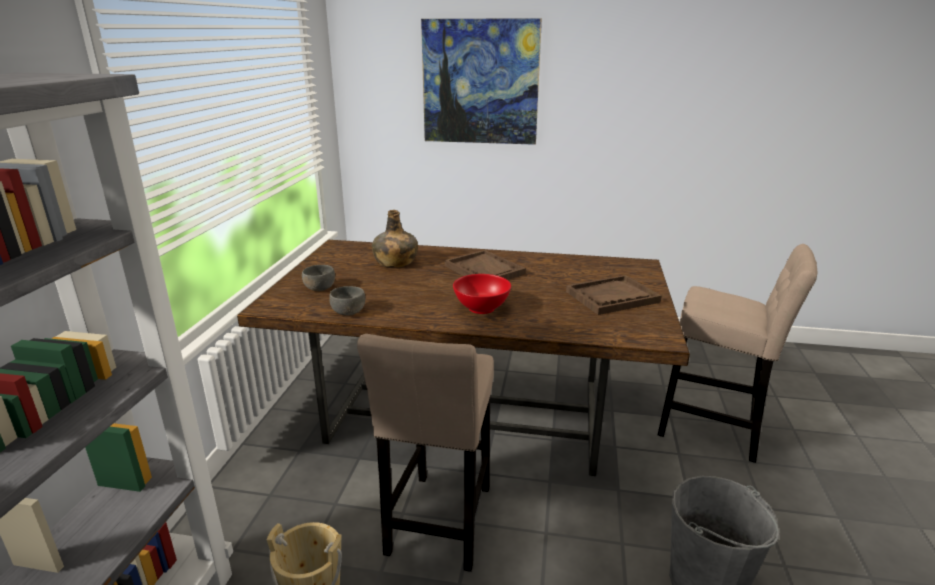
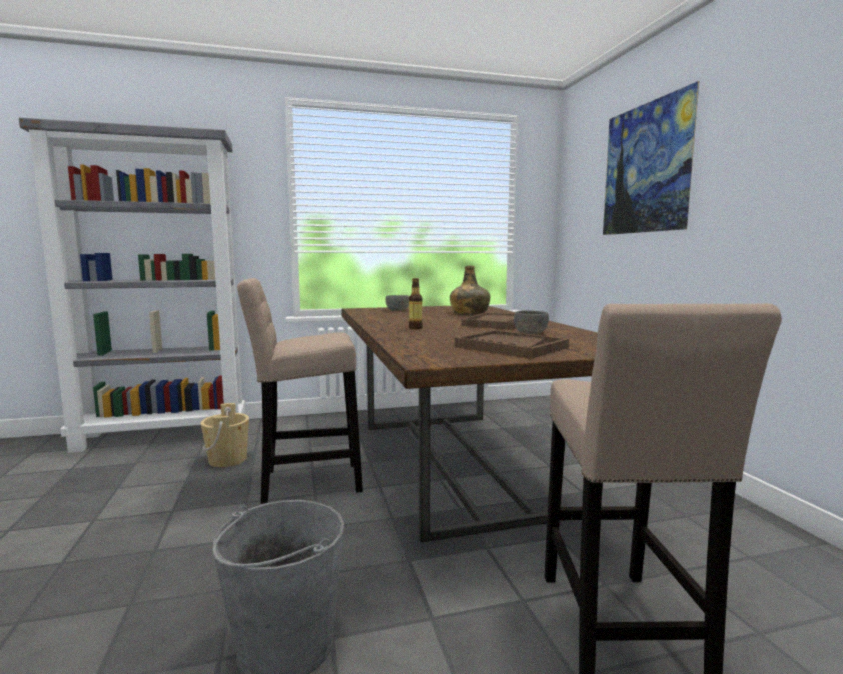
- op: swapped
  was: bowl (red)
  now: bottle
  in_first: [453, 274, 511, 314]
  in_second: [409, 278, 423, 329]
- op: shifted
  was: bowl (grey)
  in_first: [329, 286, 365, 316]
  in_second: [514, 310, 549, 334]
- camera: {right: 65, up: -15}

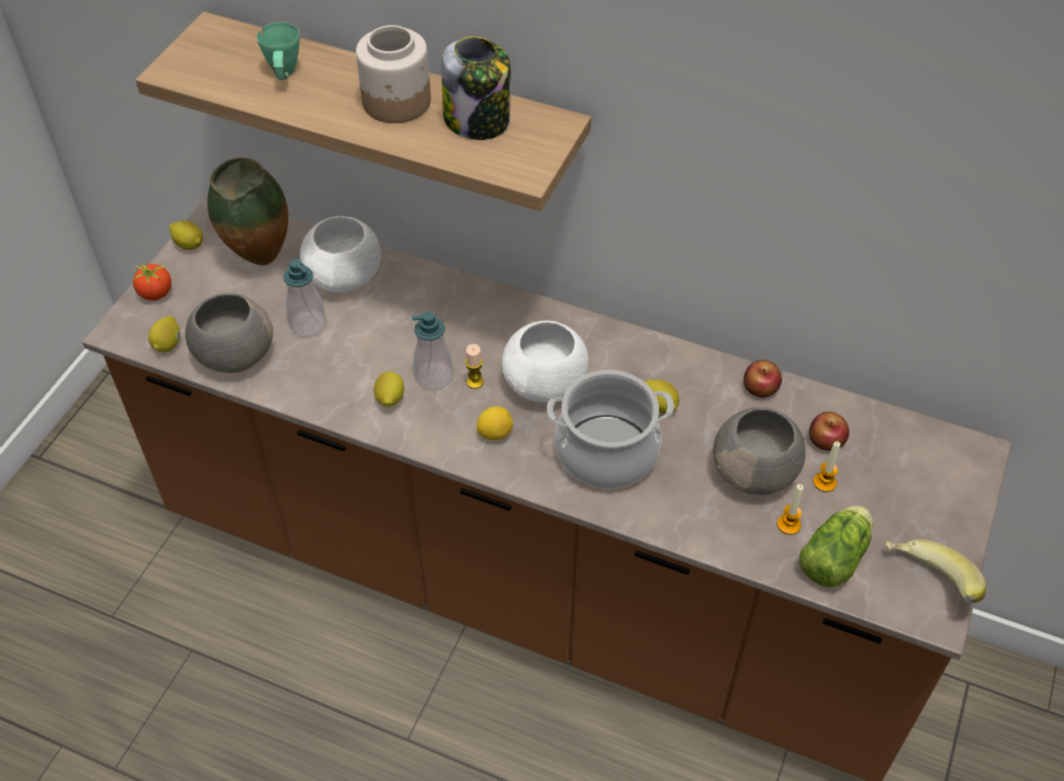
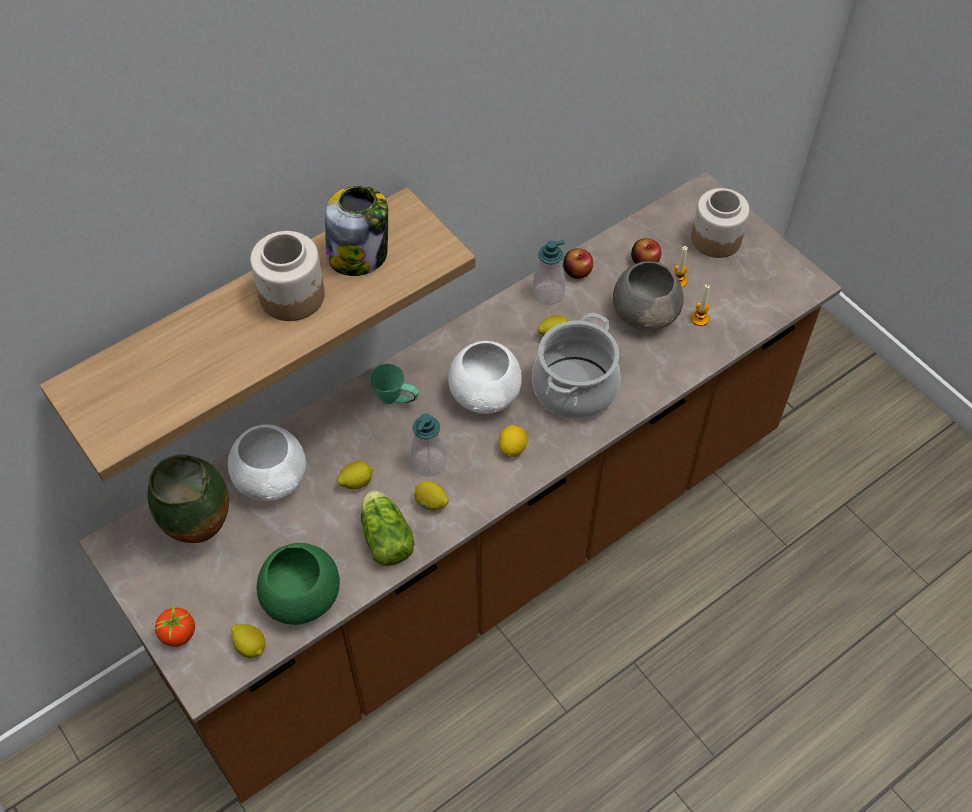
- op: repainted
  was: bowl (grey)
  now: bowl (green)
  in_first: [185, 293, 273, 373]
  in_second: [257, 543, 340, 625]
- op: shifted
  was: lemon
  in_first: [169, 221, 203, 250]
  in_second: [337, 461, 373, 489]
- op: shifted
  was: lettuce
  in_first: [799, 506, 873, 588]
  in_second: [361, 490, 414, 566]
- op: shifted
  was: mug (green)
  in_first: [257, 22, 300, 80]
  in_second: [370, 364, 419, 404]
- op: shifted
  was: soap dispenser
  in_first: [283, 259, 327, 337]
  in_second: [532, 240, 565, 305]
- op: new
  now: jar
  in_second: [691, 188, 749, 258]
- op: gone
  was: candle
  in_first: [465, 344, 484, 389]
- op: gone
  was: banana
  in_first: [885, 539, 986, 603]
- camera: {right: -60, up: 5}

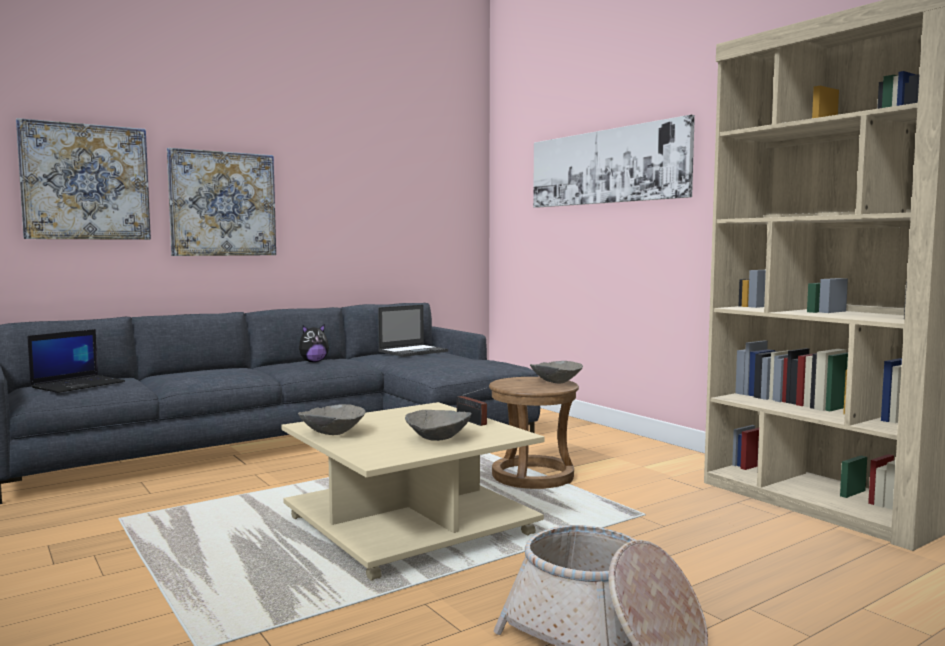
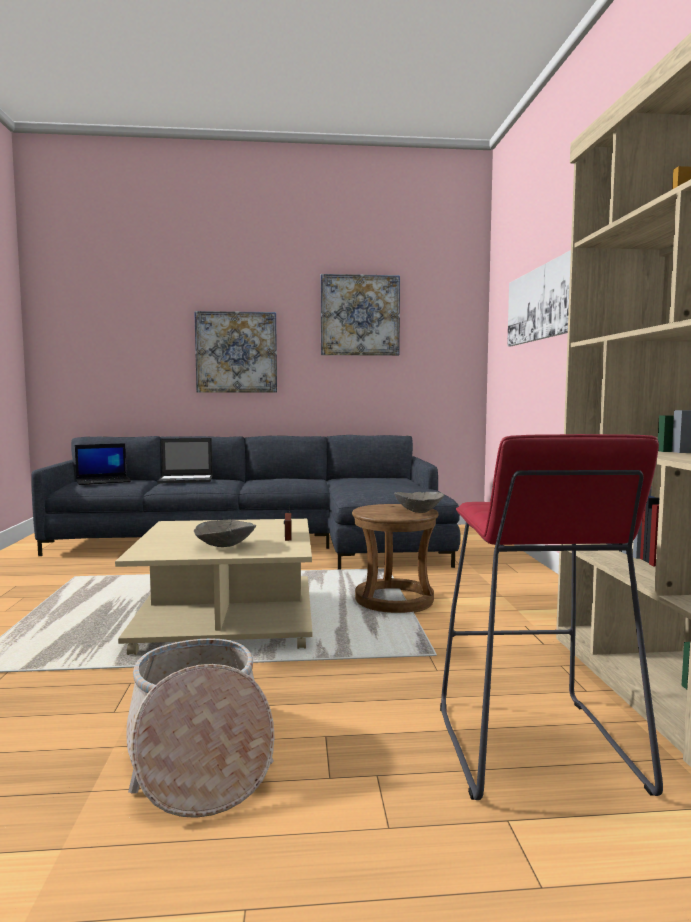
- op: shifted
  was: laptop
  in_first: [378, 305, 448, 357]
  in_second: [157, 438, 213, 483]
- op: shifted
  was: picture
  in_first: [16, 118, 151, 240]
  in_second: [321, 274, 400, 356]
- op: new
  now: stool (red)
  in_second: [440, 434, 663, 800]
- op: gone
  was: bowl (grey)
  in_first: [298, 404, 365, 435]
- op: gone
  was: plush toy
  in_first: [299, 325, 329, 362]
- camera: {right: 30, up: 0}

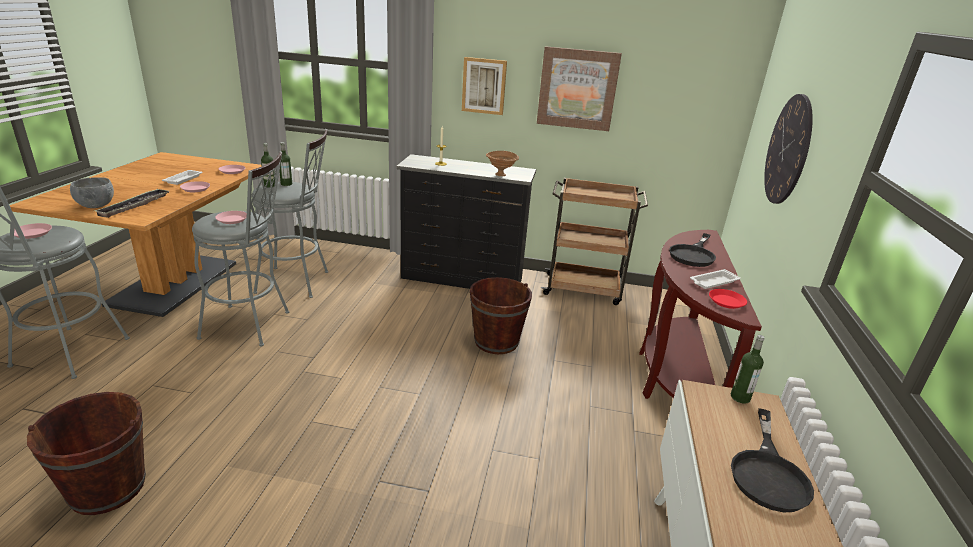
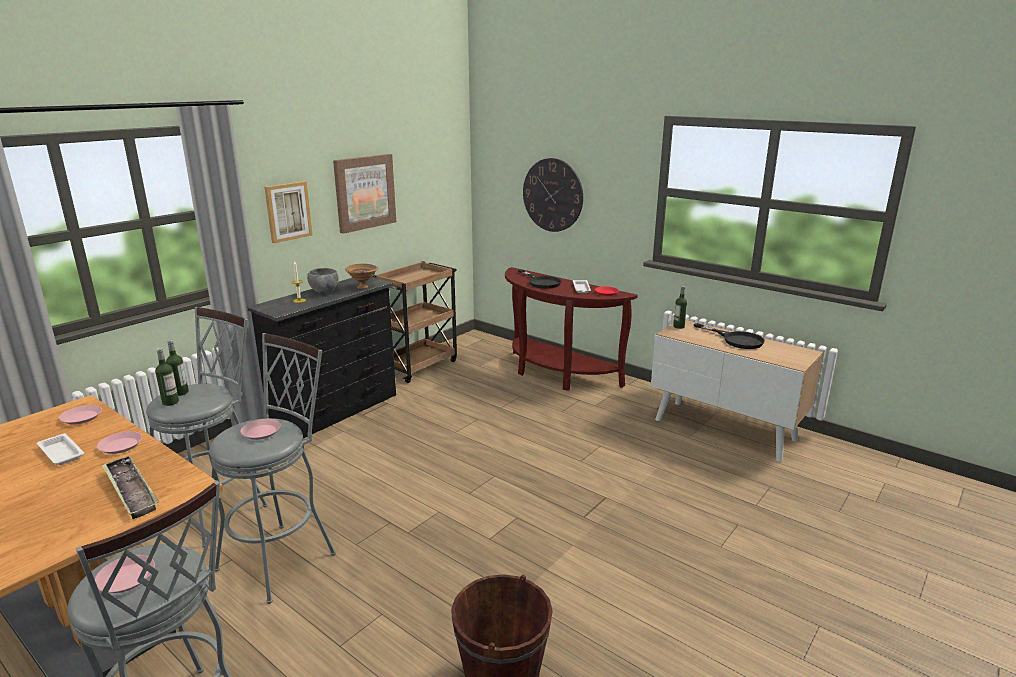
- op: shifted
  was: bowl (grey)
  in_first: [70, 177, 114, 208]
  in_second: [307, 268, 338, 294]
- op: gone
  was: bucket (brown)
  in_first: [470, 277, 532, 354]
- camera: {right: -60, up: -5}

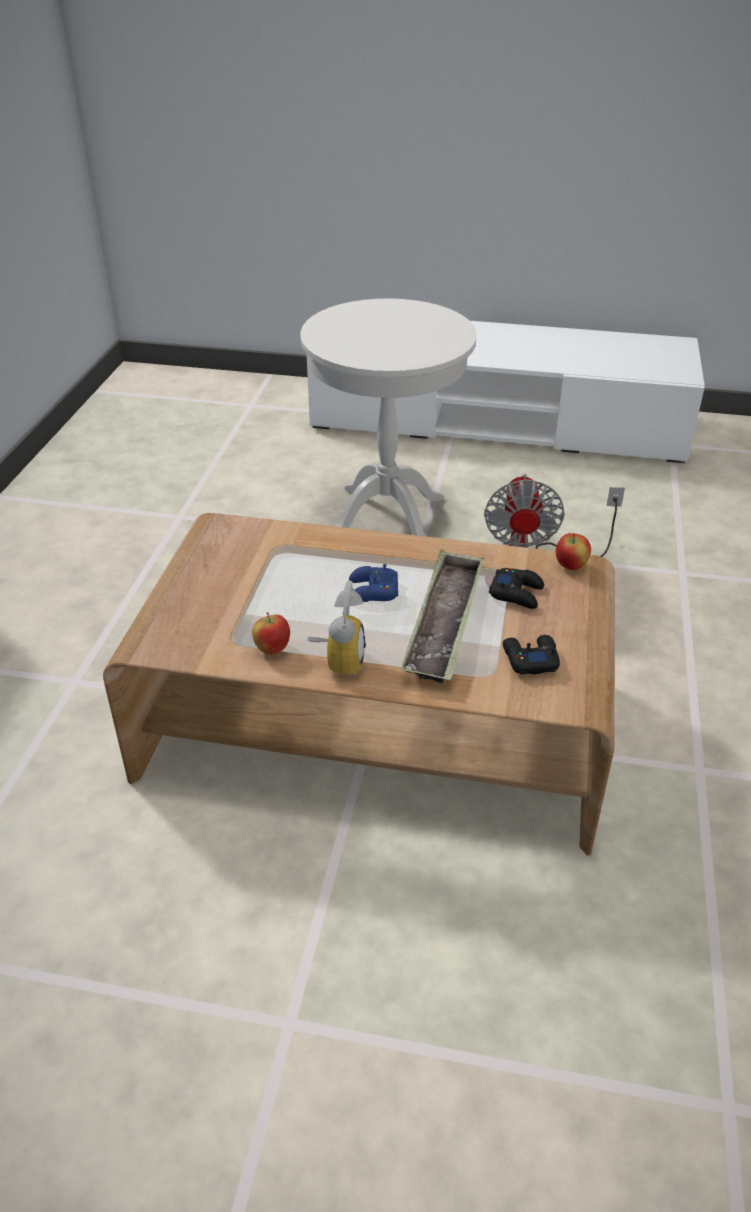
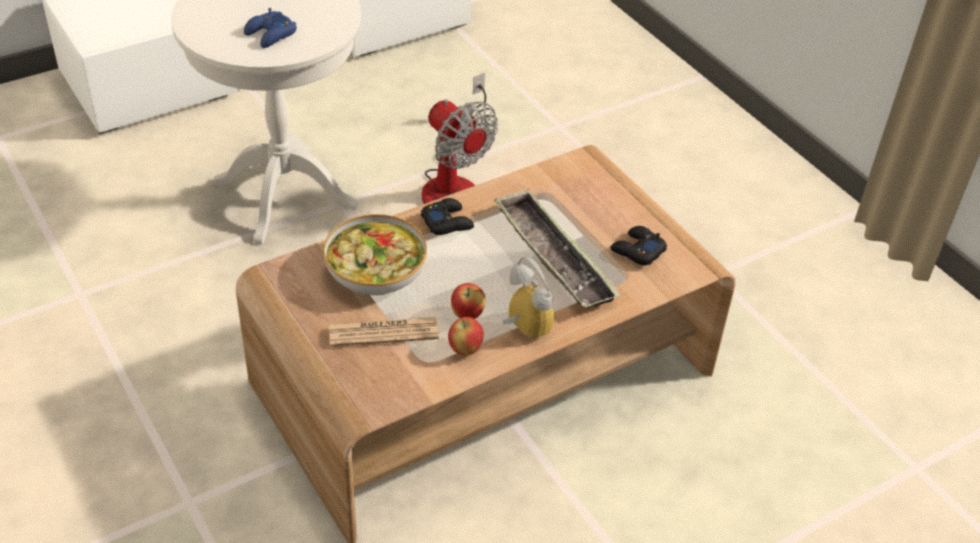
- op: shifted
  was: game controller (blue)
  in_first: [349, 564, 398, 602]
  in_second: [244, 8, 297, 48]
- op: new
  now: bowl
  in_second: [323, 214, 427, 295]
- op: new
  now: newspaper
  in_second: [329, 317, 439, 347]
- op: shifted
  was: game controller (black)
  in_first: [489, 568, 544, 609]
  in_second: [421, 198, 474, 235]
- op: shifted
  was: apple
  in_first: [556, 533, 591, 570]
  in_second: [451, 283, 486, 319]
- camera: {right: -45, up: 5}

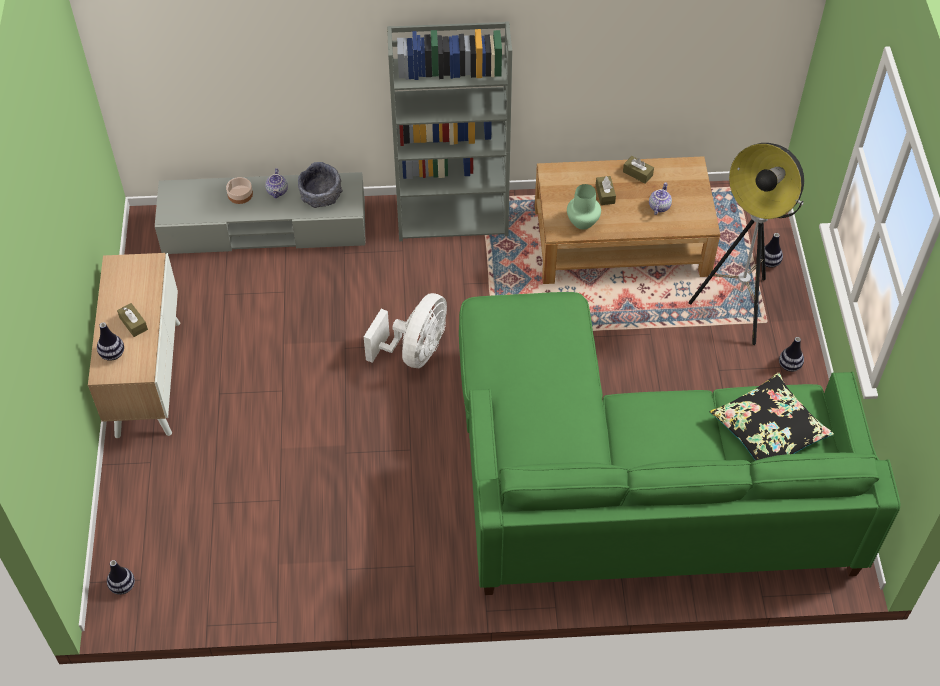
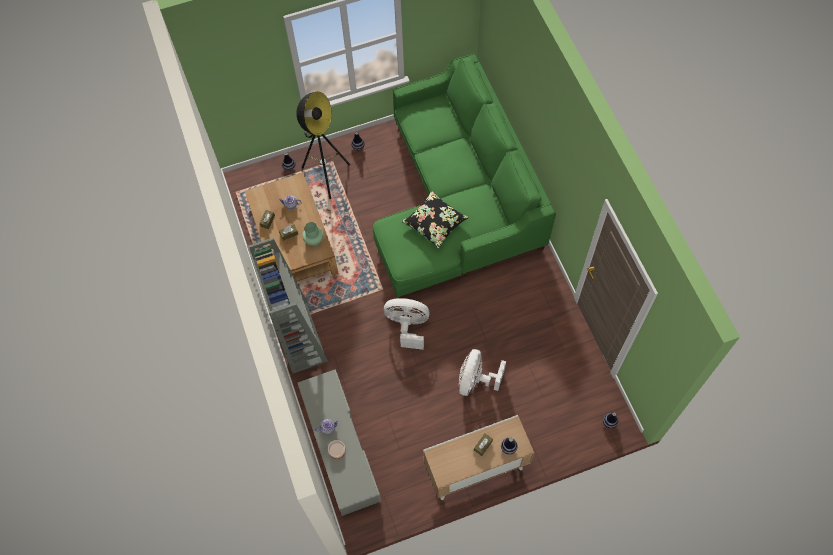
- op: shifted
  was: pillow (black)
  in_first: [710, 372, 834, 461]
  in_second: [402, 191, 468, 249]
- op: new
  now: fan (white)
  in_second: [459, 349, 506, 396]
- op: gone
  was: bowl (grey)
  in_first: [298, 162, 343, 208]
- camera: {right: -105, up: 10}

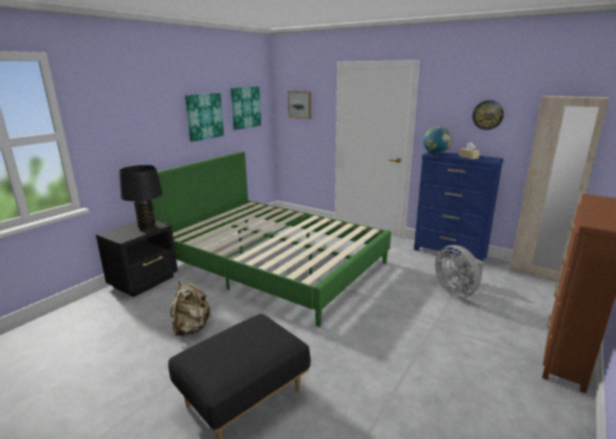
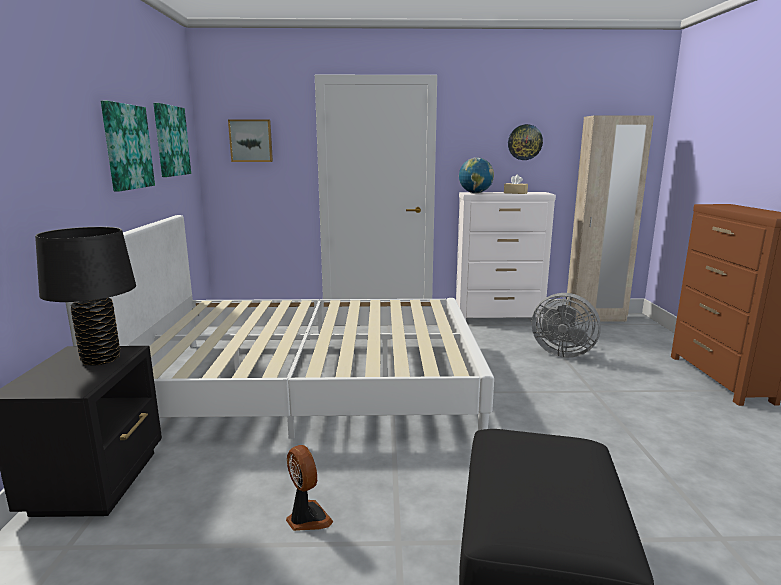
- op: repainted
  was: bed (green)
  now: bed (white)
  in_first: [152, 151, 391, 326]
  in_second: [65, 215, 494, 439]
- op: swapped
  was: backpack (beige)
  now: fan
  in_first: [170, 281, 212, 337]
  in_second: [286, 445, 333, 531]
- op: repainted
  was: dresser (blue)
  now: dresser (white)
  in_first: [414, 152, 503, 262]
  in_second: [456, 192, 556, 323]
- camera: {right: -35, up: -5}

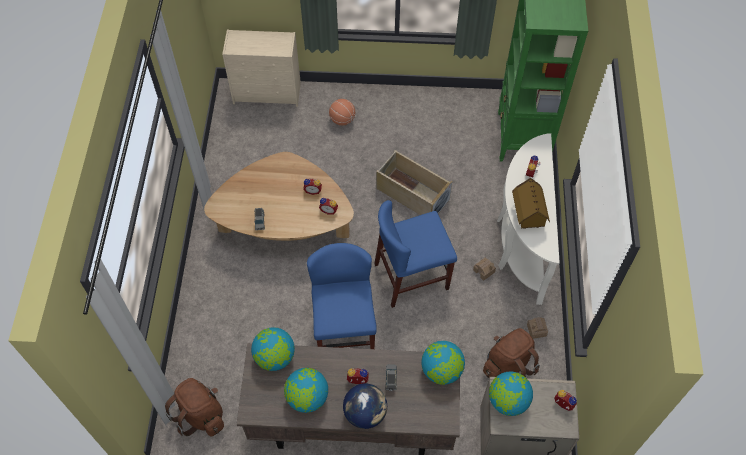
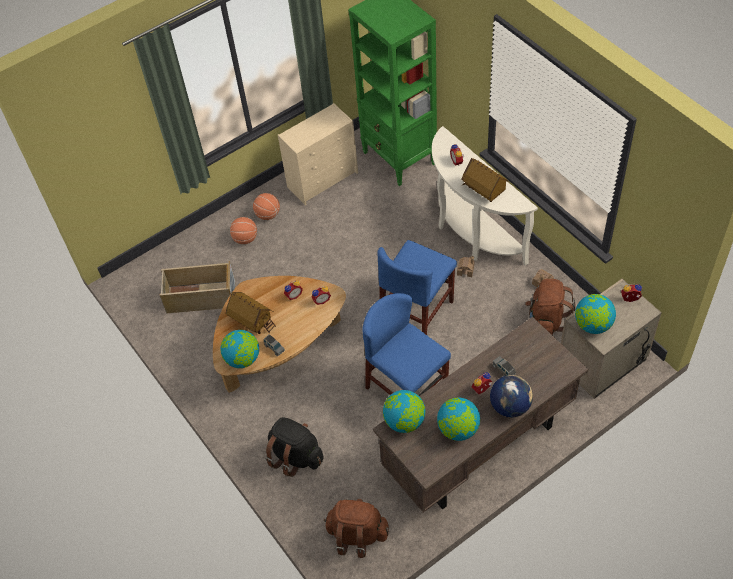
- op: shifted
  was: storage box (beige)
  in_first: [376, 150, 452, 215]
  in_second: [160, 261, 235, 314]
- op: shifted
  was: globe
  in_first: [421, 341, 465, 385]
  in_second: [221, 330, 259, 368]
- op: new
  now: toy house
  in_second: [226, 292, 276, 334]
- op: new
  now: basketball
  in_second: [253, 193, 280, 220]
- op: new
  now: backpack (black)
  in_second: [265, 417, 324, 477]
- op: shifted
  was: dresser (beige)
  in_first: [222, 29, 301, 107]
  in_second: [278, 103, 358, 205]
- camera: {right: -35, up: -5}

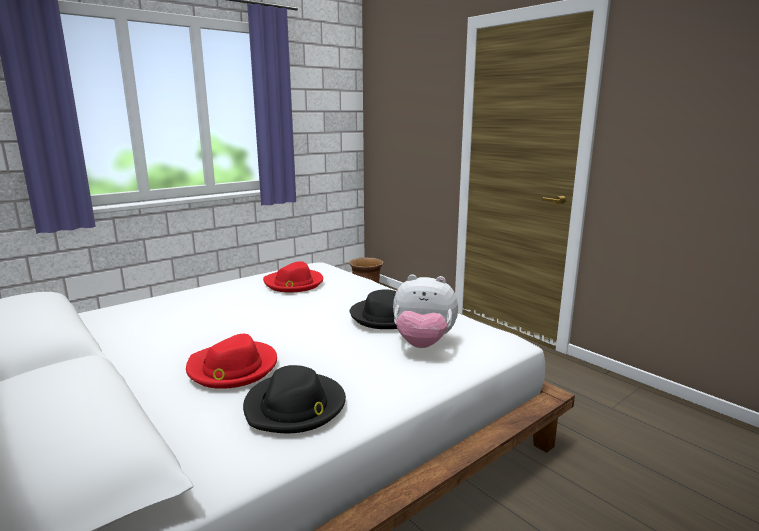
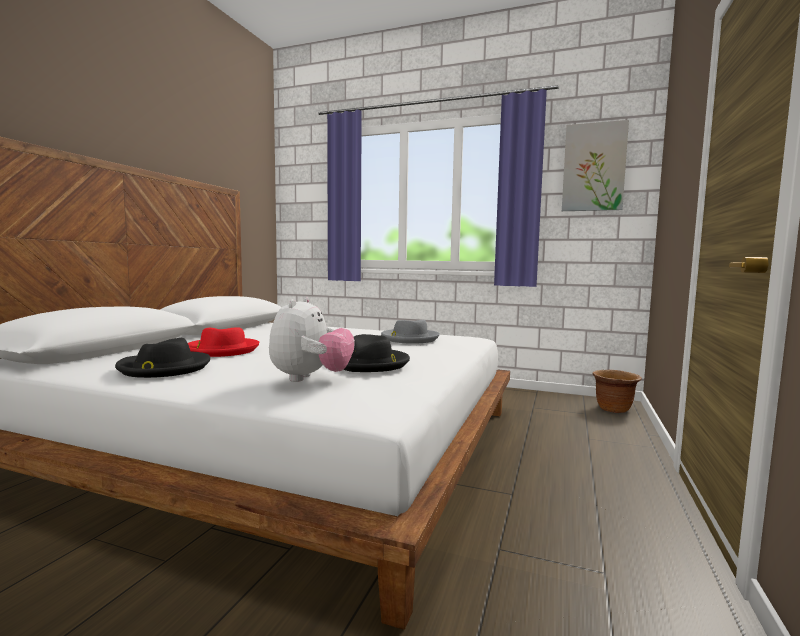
- op: rotated
  was: plush toy
  in_first: [393, 274, 458, 348]
  in_second: [269, 297, 355, 382]
  clockwise: -150
- op: repainted
  was: hat (red)
  now: hat (grey)
  in_first: [263, 261, 323, 293]
  in_second: [381, 320, 440, 343]
- op: new
  now: picture
  in_second: [562, 120, 629, 211]
- camera: {right: 60, up: -10}

